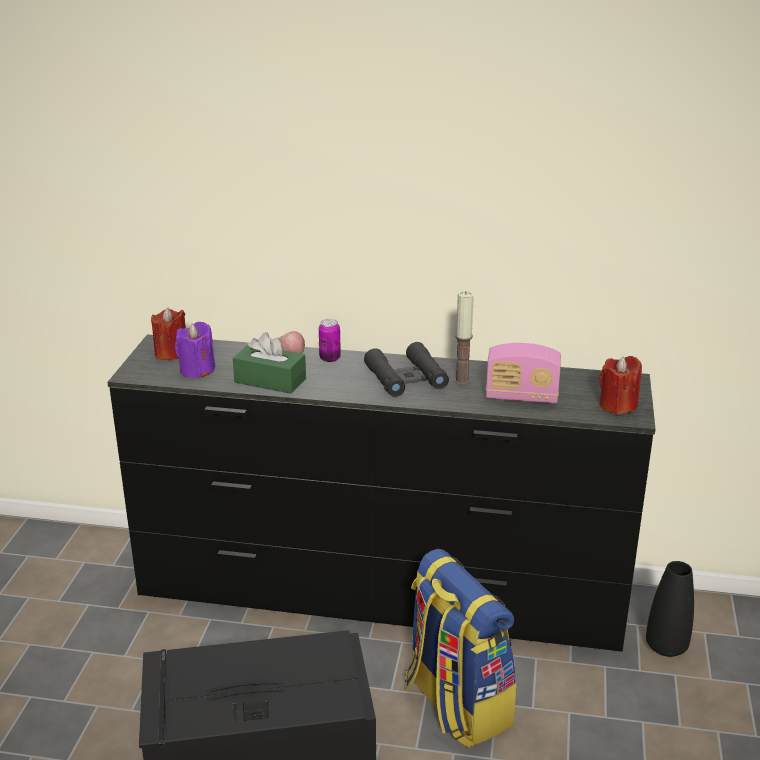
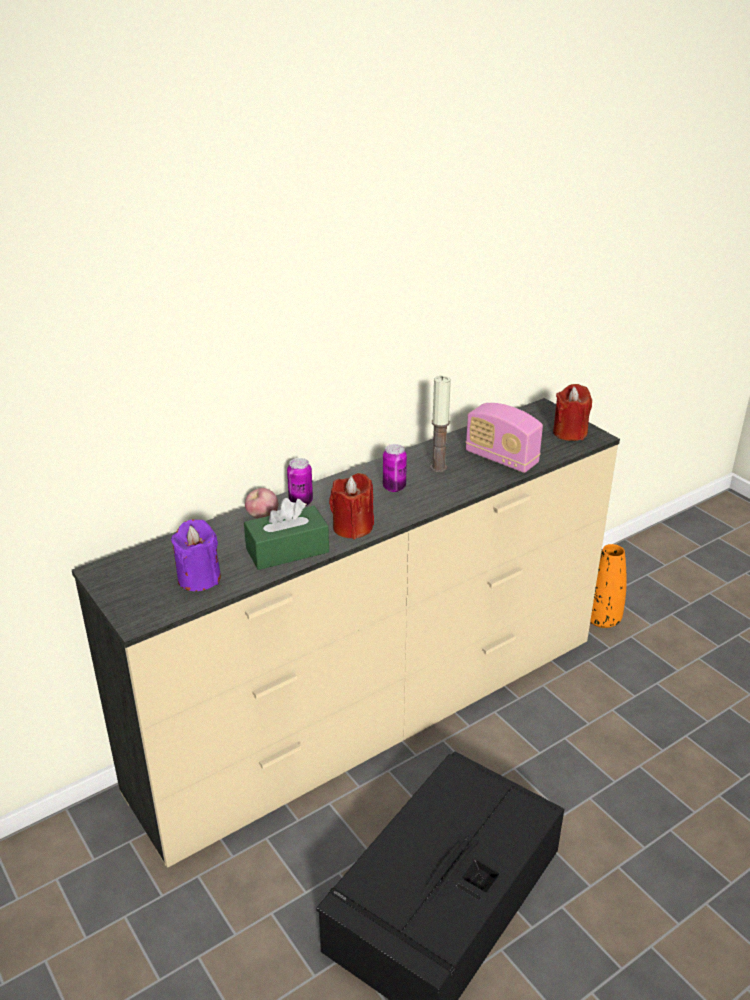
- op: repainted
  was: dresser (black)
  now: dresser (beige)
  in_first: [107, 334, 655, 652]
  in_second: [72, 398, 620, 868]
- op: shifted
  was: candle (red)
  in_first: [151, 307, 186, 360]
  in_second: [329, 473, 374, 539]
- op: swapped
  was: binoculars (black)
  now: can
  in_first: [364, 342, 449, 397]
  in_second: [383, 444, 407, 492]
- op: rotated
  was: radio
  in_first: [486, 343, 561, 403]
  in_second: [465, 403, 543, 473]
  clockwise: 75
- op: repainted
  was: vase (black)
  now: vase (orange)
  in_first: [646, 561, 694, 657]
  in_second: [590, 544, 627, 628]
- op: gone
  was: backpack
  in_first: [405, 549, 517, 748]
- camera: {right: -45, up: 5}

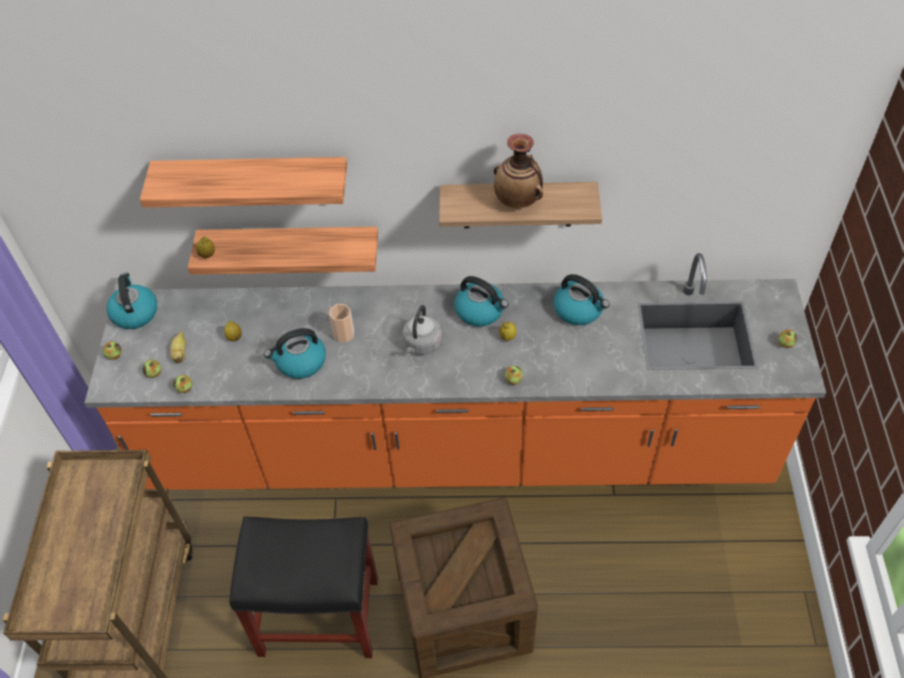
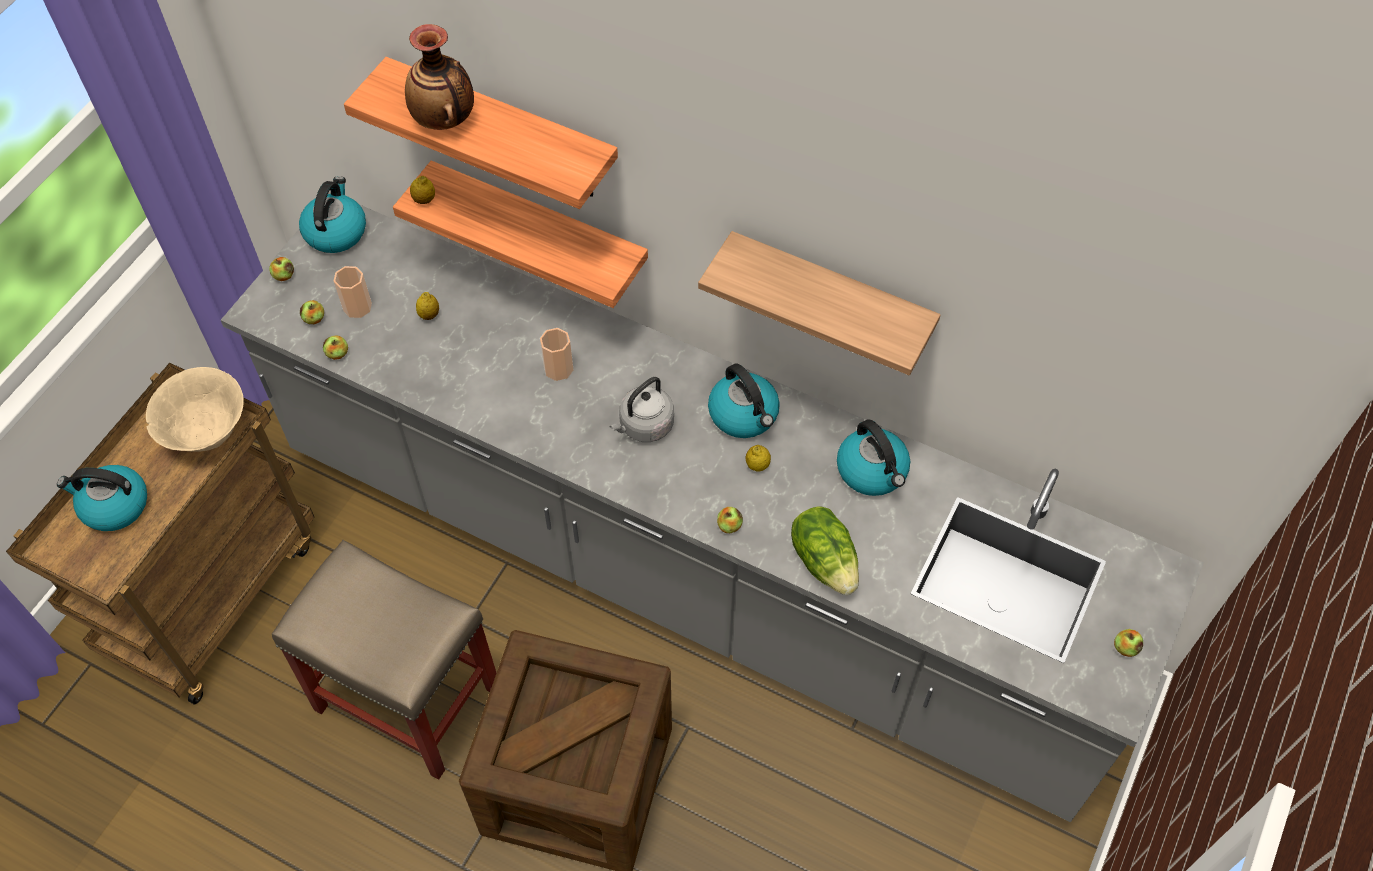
- op: shifted
  was: kettle
  in_first: [264, 328, 326, 379]
  in_second: [57, 465, 147, 531]
- op: new
  now: bowl (beige)
  in_second: [146, 367, 244, 452]
- op: repainted
  was: counter (orange)
  now: counter (grey)
  in_first: [85, 253, 826, 490]
  in_second: [221, 192, 1204, 822]
- op: repainted
  was: stool (black)
  now: stool (beige)
  in_first: [229, 516, 378, 658]
  in_second: [272, 540, 496, 780]
- op: swapped
  was: banana
  now: cup
  in_first: [170, 331, 186, 363]
  in_second: [334, 266, 372, 318]
- op: shifted
  was: vase
  in_first: [494, 134, 543, 208]
  in_second: [405, 24, 474, 130]
- op: new
  now: lettuce
  in_second: [791, 506, 859, 595]
- camera: {right: 25, up: 5}

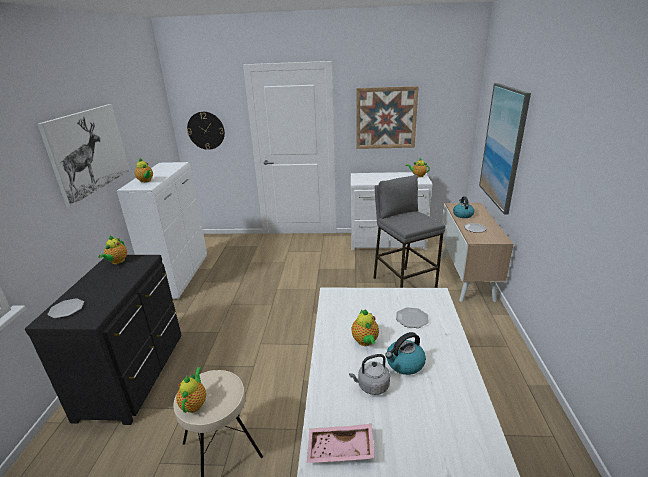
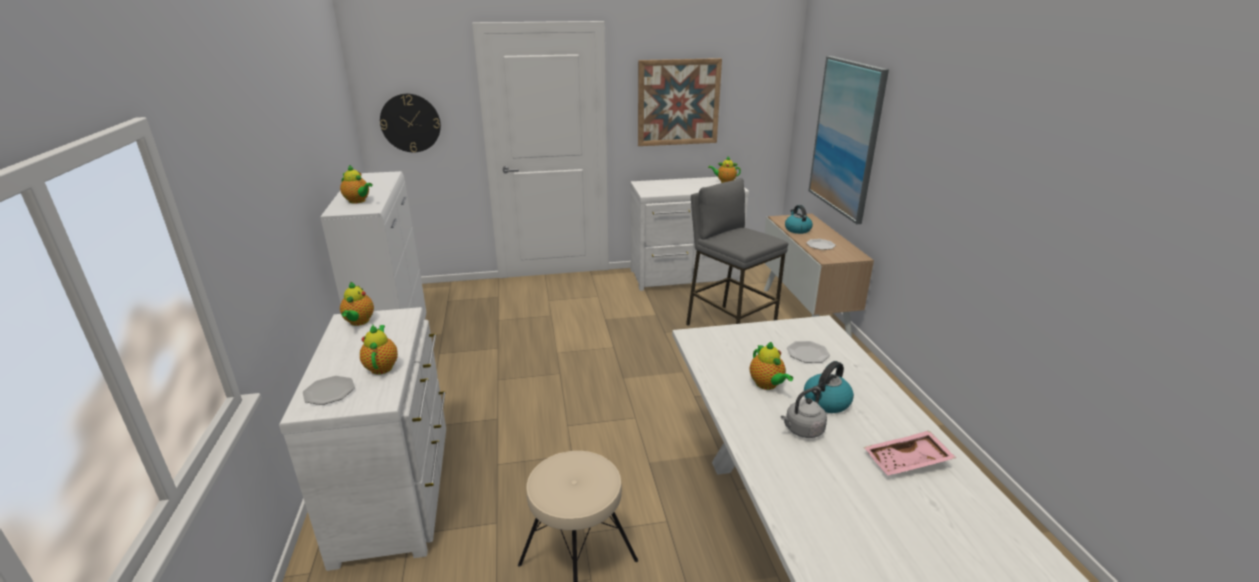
- op: repainted
  was: dresser (black)
  now: dresser (white)
  in_first: [25, 255, 182, 425]
  in_second: [279, 307, 446, 571]
- op: shifted
  was: teapot
  in_first: [176, 367, 206, 413]
  in_second: [360, 325, 398, 375]
- op: shifted
  was: tray (pink)
  in_first: [307, 424, 374, 463]
  in_second: [864, 431, 956, 476]
- op: gone
  was: picture
  in_first: [37, 104, 129, 207]
- camera: {right: -15, up: 0}

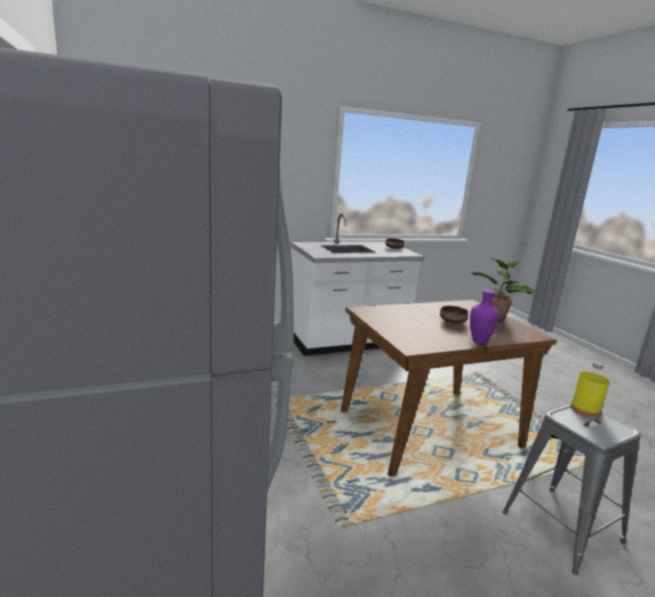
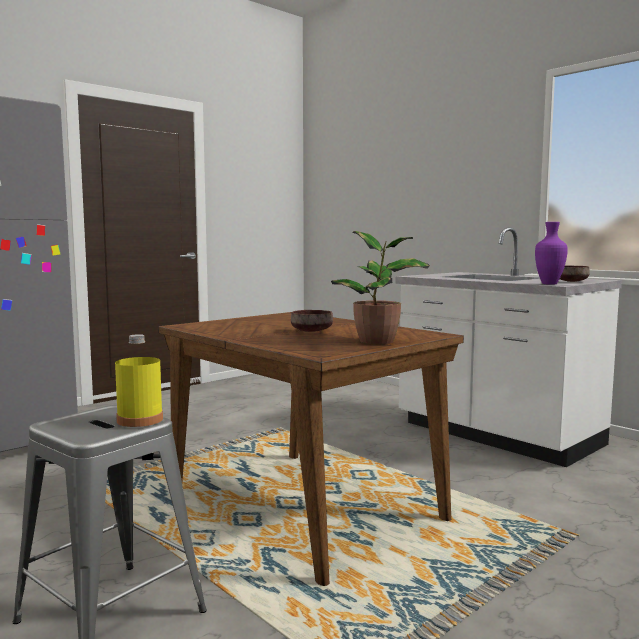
- op: shifted
  was: vase (purple)
  in_first: [470, 289, 499, 344]
  in_second: [535, 222, 568, 285]
- camera: {right: 70, up: -10}

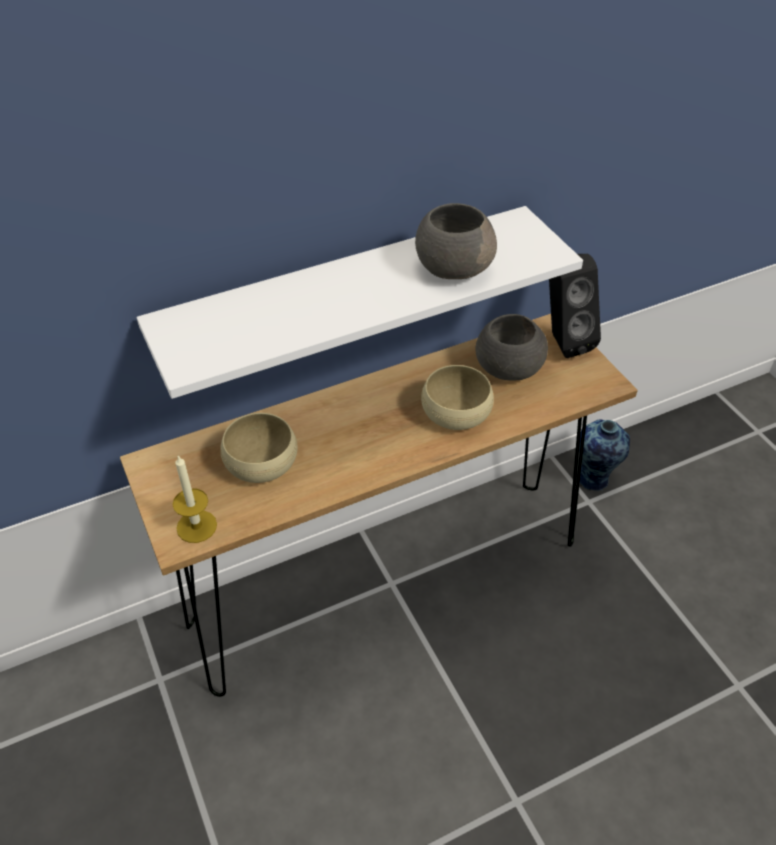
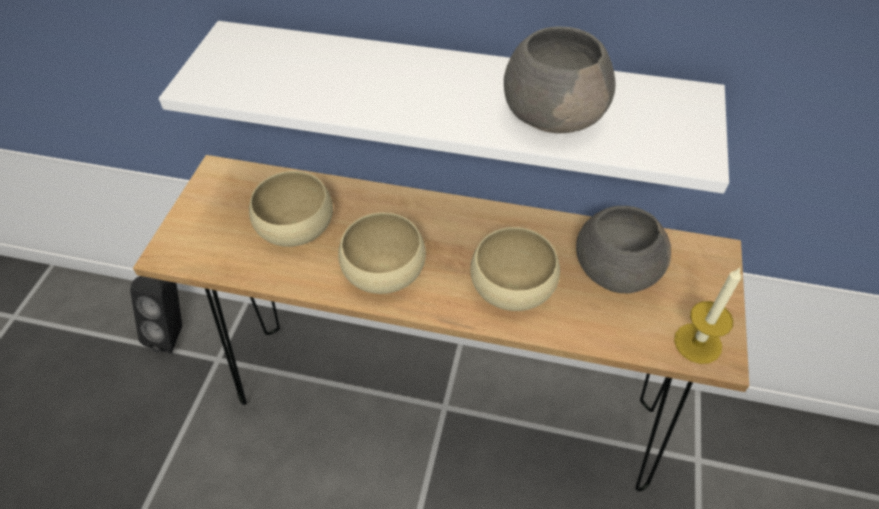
- op: shifted
  was: speaker (black)
  in_first: [549, 254, 601, 358]
  in_second: [130, 276, 182, 353]
- op: new
  now: bowl (beige)
  in_second: [338, 212, 426, 294]
- op: shifted
  was: candle
  in_first: [173, 455, 217, 543]
  in_second: [674, 268, 741, 364]
- op: gone
  was: vase
  in_first: [579, 419, 630, 491]
- camera: {right: 40, up: 5}

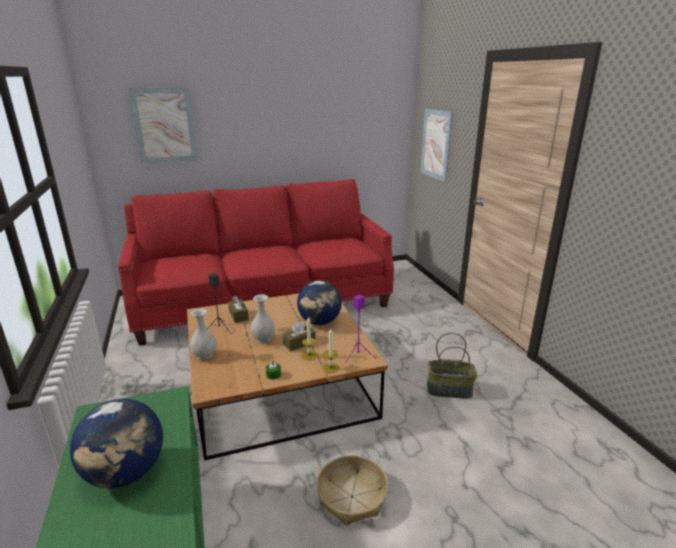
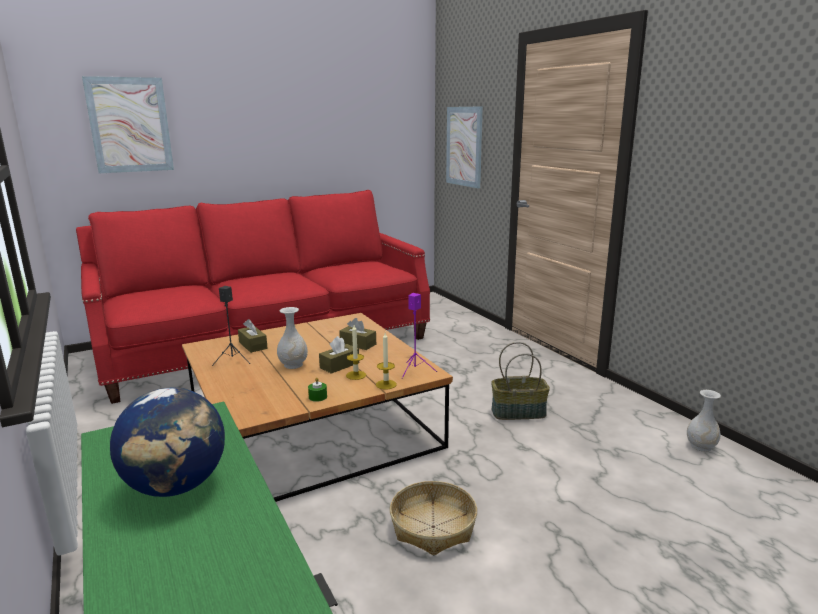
- op: swapped
  was: globe
  now: tissue box (brown)
  in_first: [297, 281, 342, 325]
  in_second: [339, 318, 376, 350]
- op: shifted
  was: vase (white)
  in_first: [190, 309, 217, 360]
  in_second: [687, 390, 721, 452]
- camera: {right: -10, up: -5}

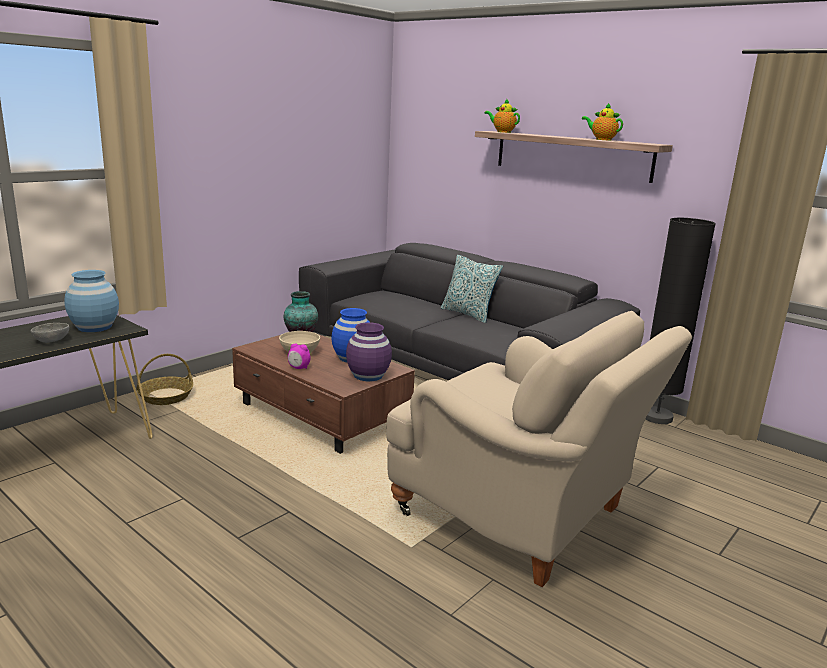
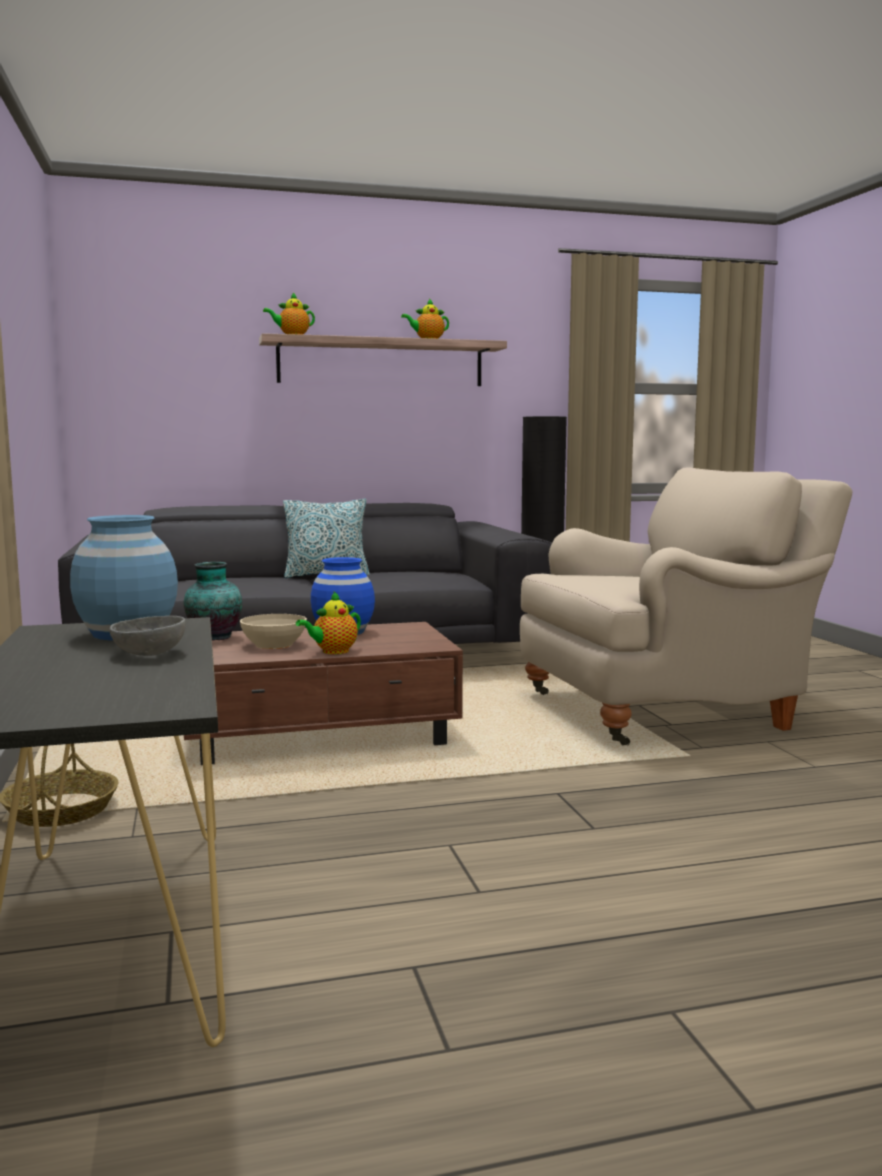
- op: swapped
  was: alarm clock
  now: teapot
  in_first: [288, 343, 311, 369]
  in_second: [296, 592, 361, 654]
- op: gone
  was: vase (purple)
  in_first: [346, 322, 392, 381]
- camera: {right: -55, up: -10}

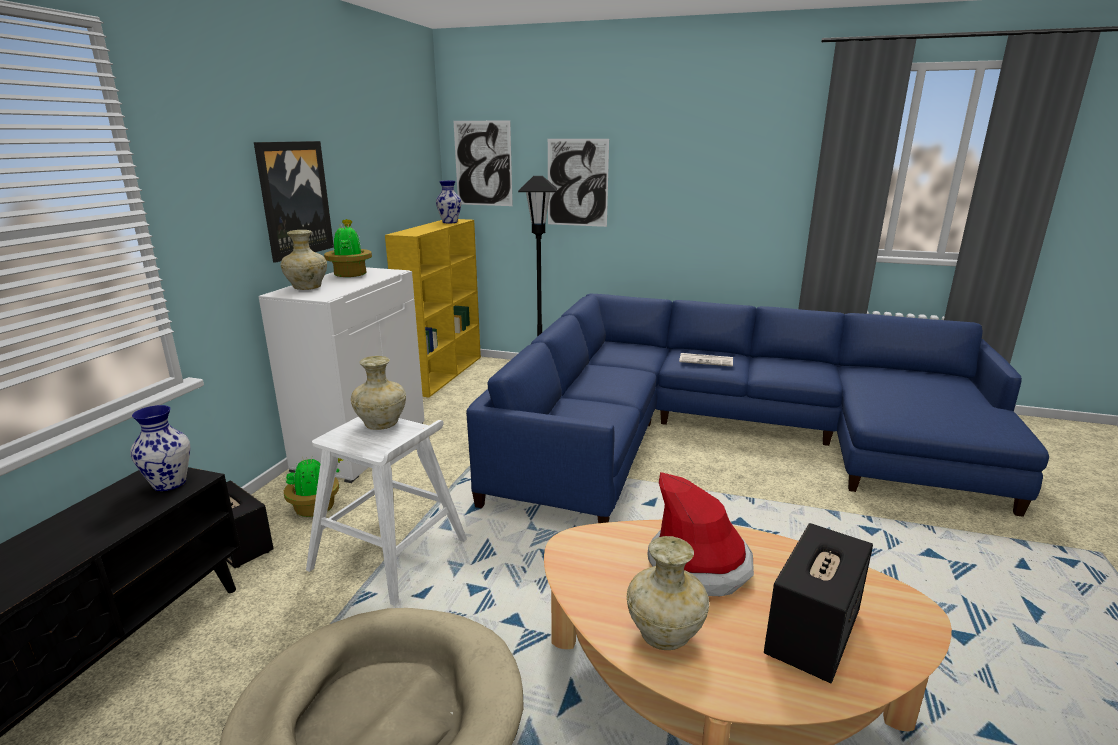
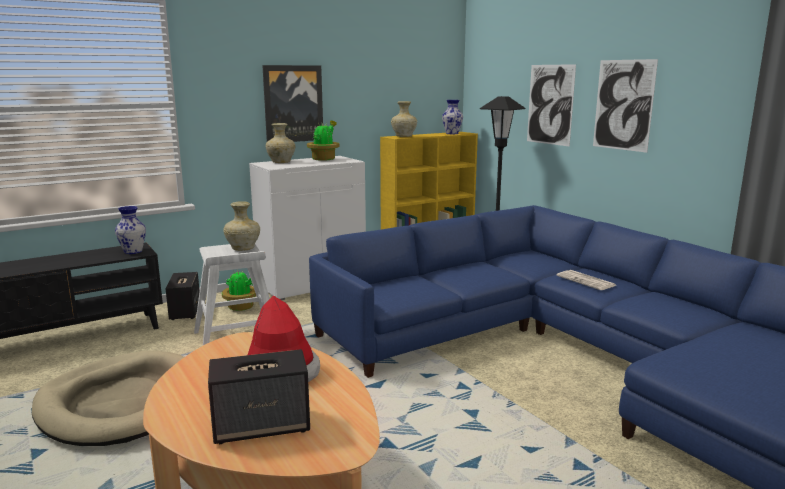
- op: shifted
  was: vase (beige)
  in_first: [627, 536, 709, 650]
  in_second: [391, 101, 417, 137]
- op: shifted
  was: picture
  in_first: [454, 120, 513, 206]
  in_second: [593, 59, 658, 153]
- camera: {right: 40, up: -5}

